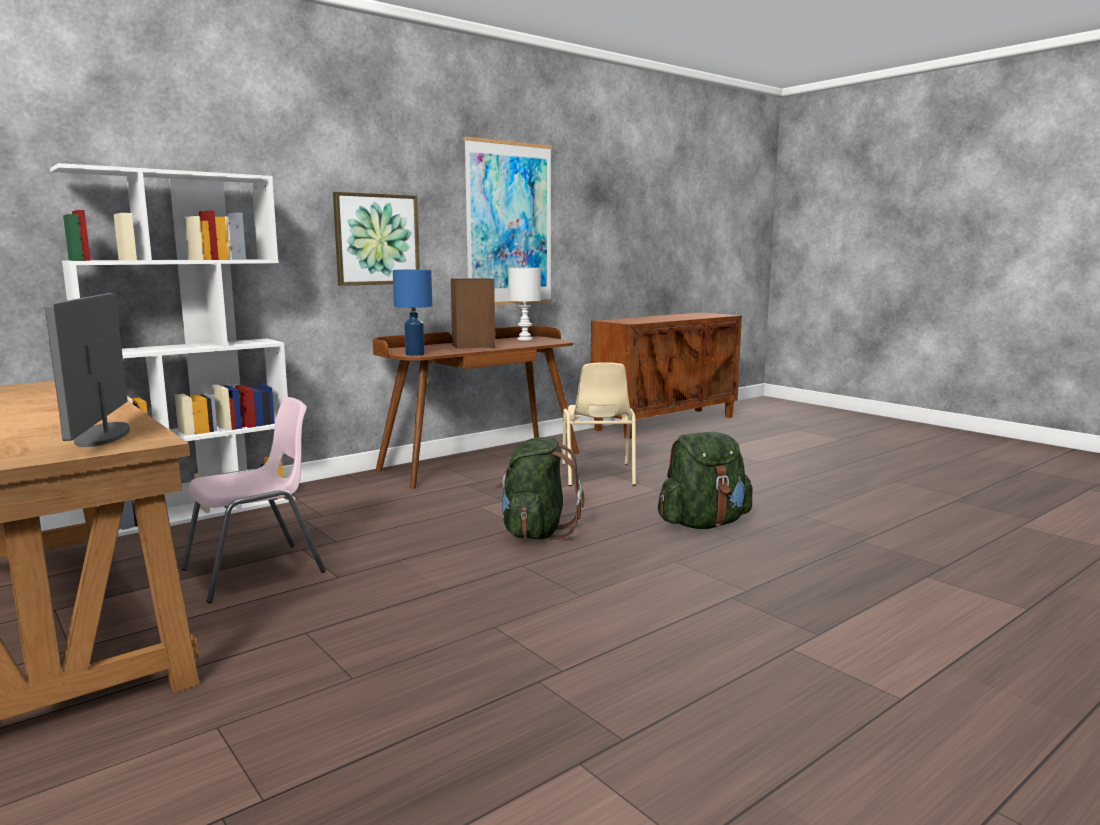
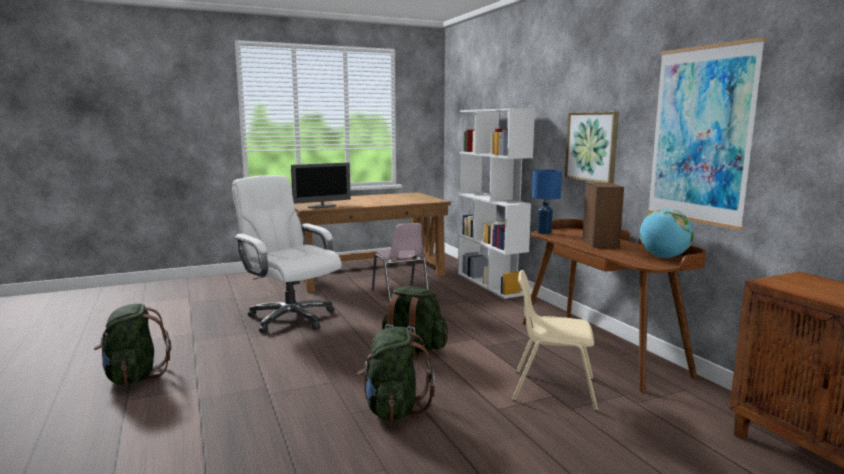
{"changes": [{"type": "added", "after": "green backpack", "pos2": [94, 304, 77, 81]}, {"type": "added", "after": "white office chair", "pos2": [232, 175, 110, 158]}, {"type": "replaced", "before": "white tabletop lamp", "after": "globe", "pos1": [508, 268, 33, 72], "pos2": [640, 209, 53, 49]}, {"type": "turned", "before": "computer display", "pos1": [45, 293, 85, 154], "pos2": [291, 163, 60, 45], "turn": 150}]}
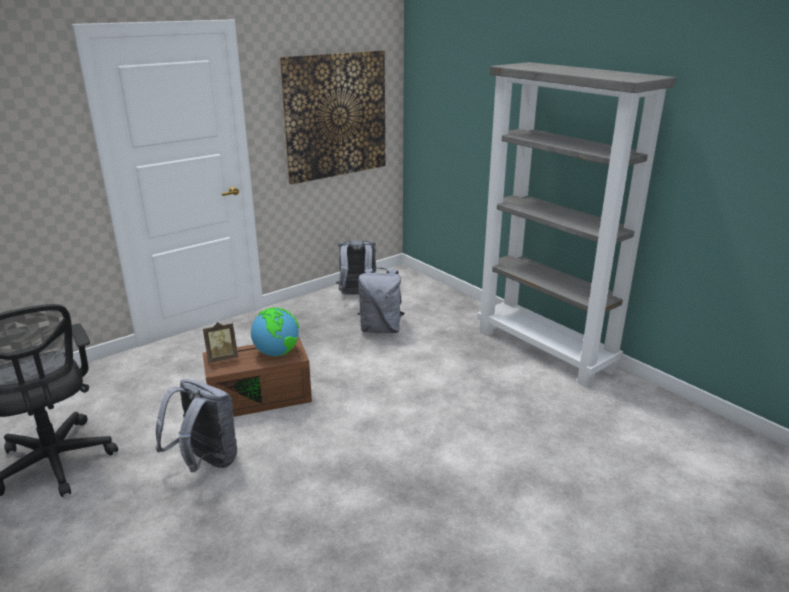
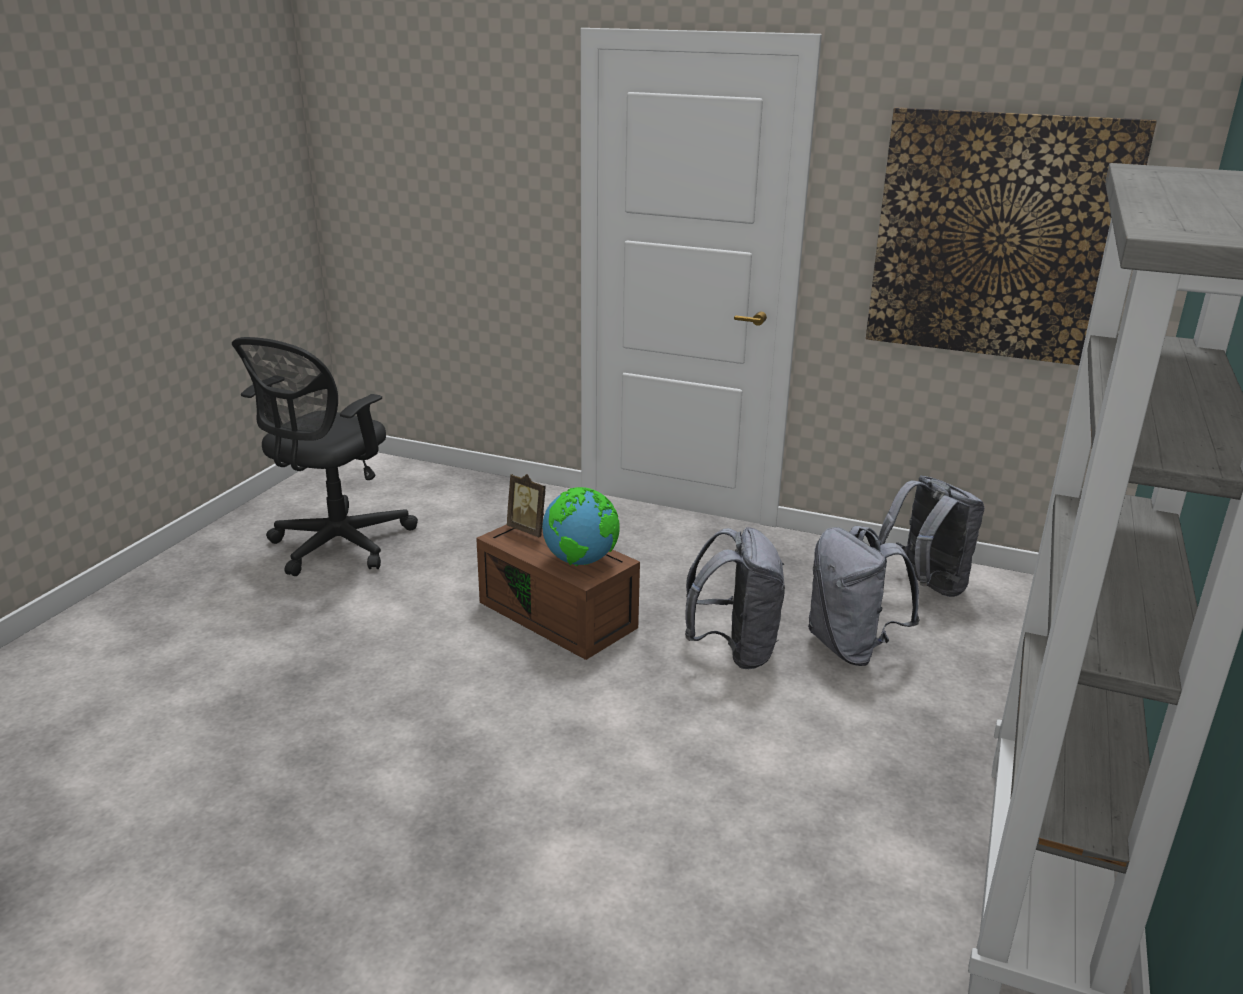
{"changes": [{"type": "moved", "before": "greyish backpack", "pos1": [156, 379, 81, 94], "pos2": [685, 527, 100, 142]}]}
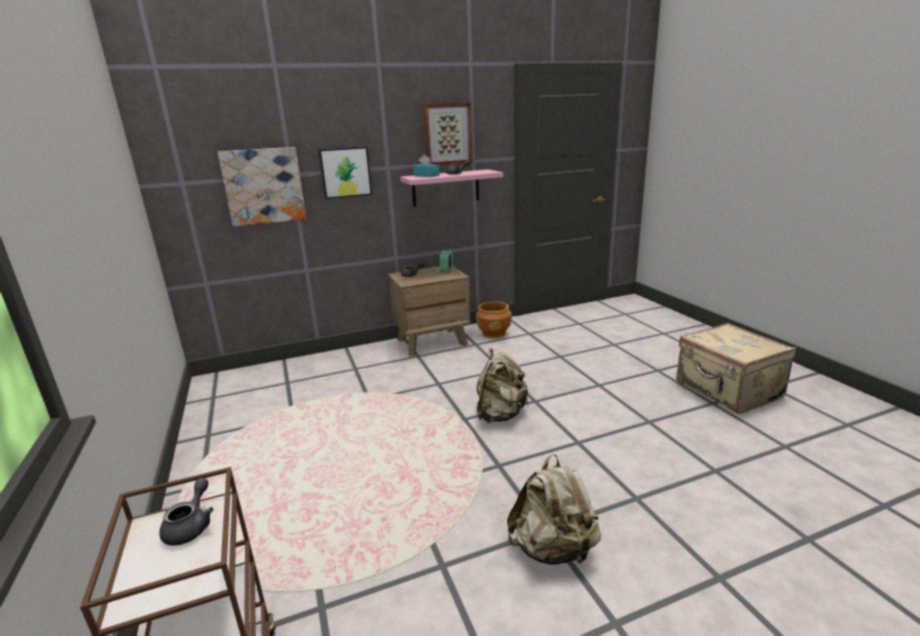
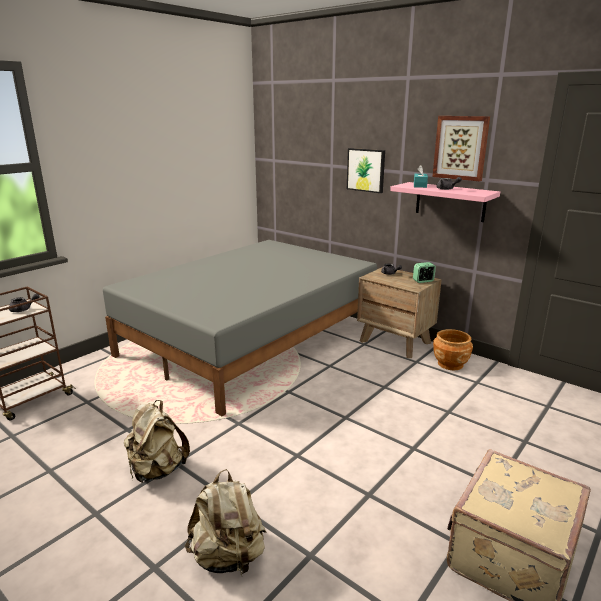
{"changes": [{"type": "removed", "before": "wall picture", "pos1": [218, 147, 88, 80]}, {"type": "added", "after": "greyish bedroom bed", "pos2": [103, 240, 274, 176]}, {"type": "moved", "before": "beige-coloured backpack", "pos1": [477, 348, 52, 75], "pos2": [185, 469, 82, 106]}]}
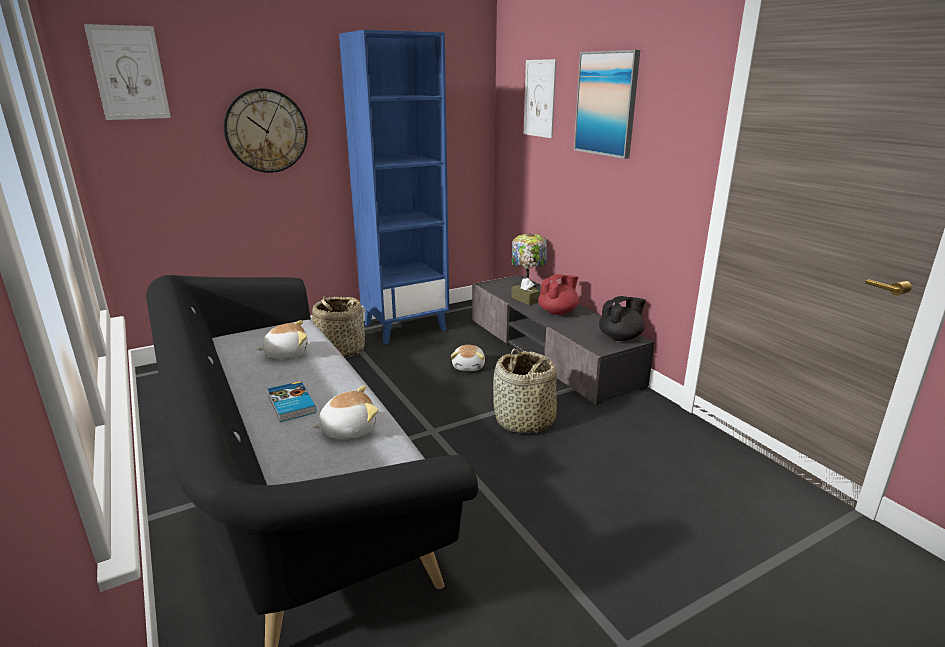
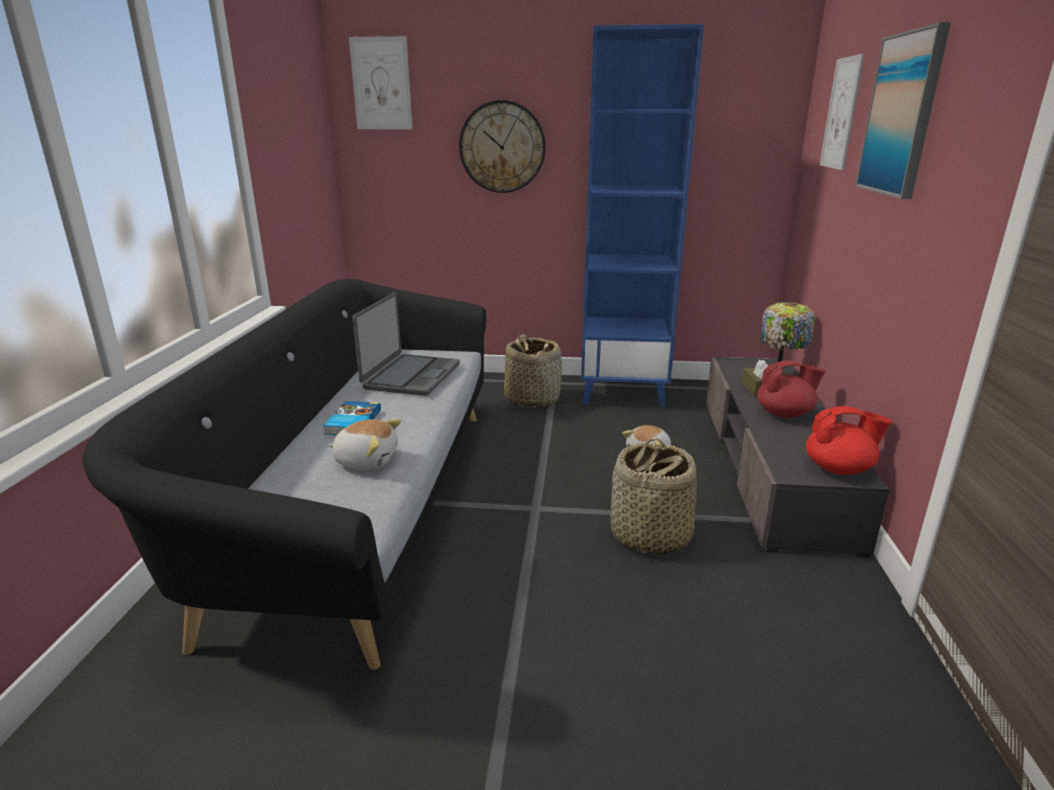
{"changes": [{"type": "replaced", "before": "soft toy", "after": "laptop", "pos1": [256, 320, 52, 38], "pos2": [353, 292, 107, 104]}, {"type": "recoloured", "before": "black-coloured teapot", "after": "red-coloured teapot", "pos1": [599, 296, 47, 45], "pos2": [806, 406, 86, 69]}]}
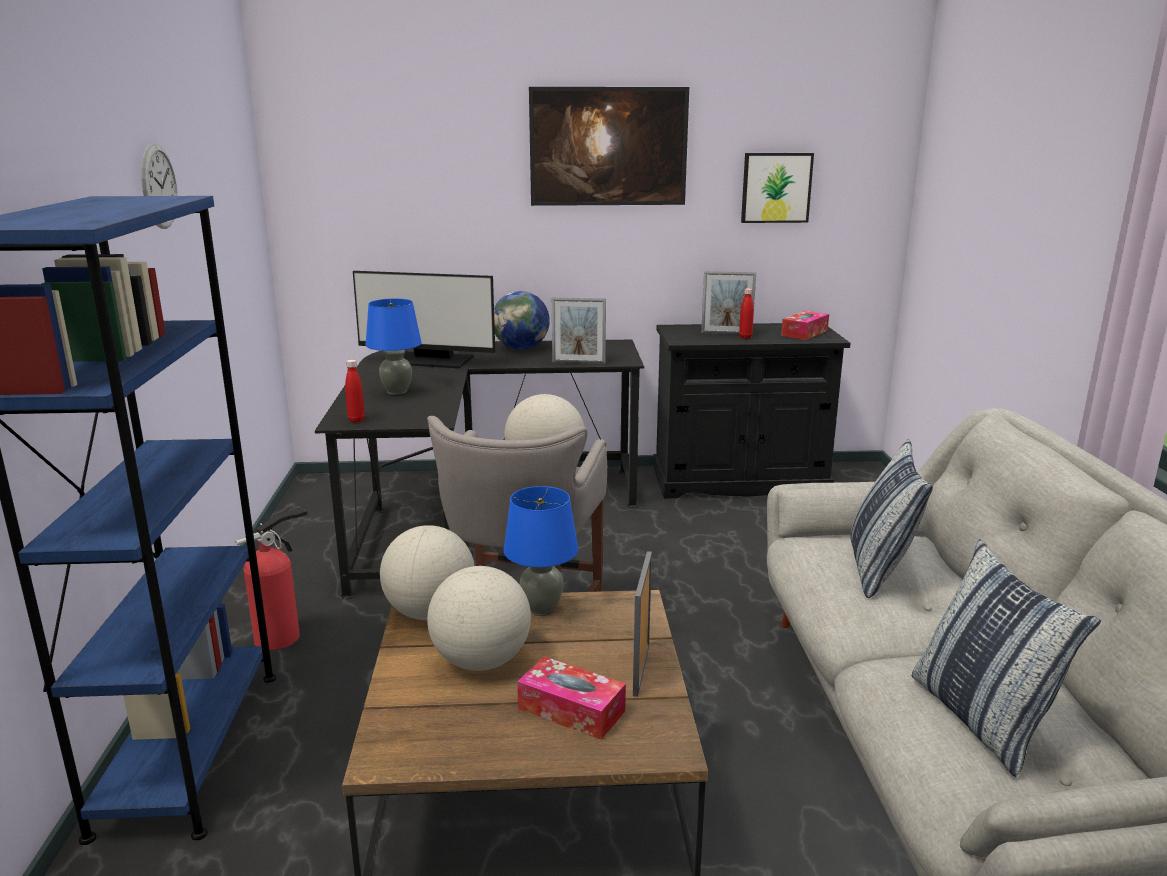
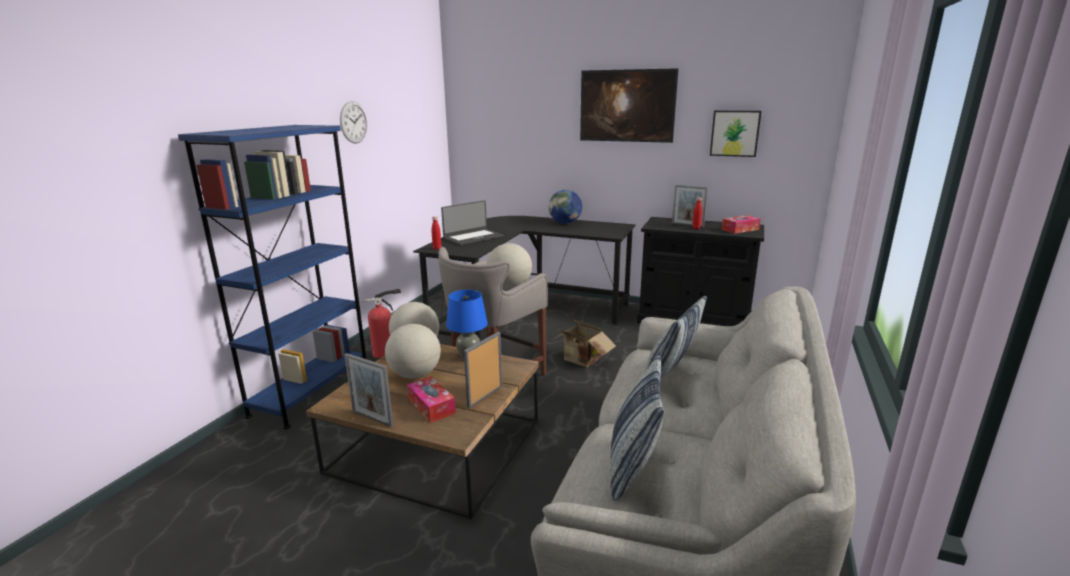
{"changes": [{"type": "removed", "before": "computer display", "pos1": [353, 271, 142, 97]}, {"type": "added", "after": "cardboard box", "pos2": [552, 320, 64, 47]}, {"type": "moved", "before": "standing frame", "pos1": [552, 298, 54, 66], "pos2": [344, 353, 50, 74]}, {"type": "replaced", "before": "blue-coloured tabletop lamp", "after": "laptop", "pos1": [366, 298, 56, 97], "pos2": [441, 200, 63, 46]}]}
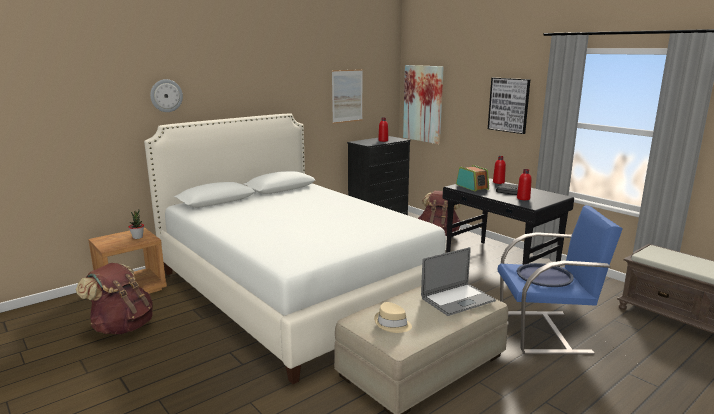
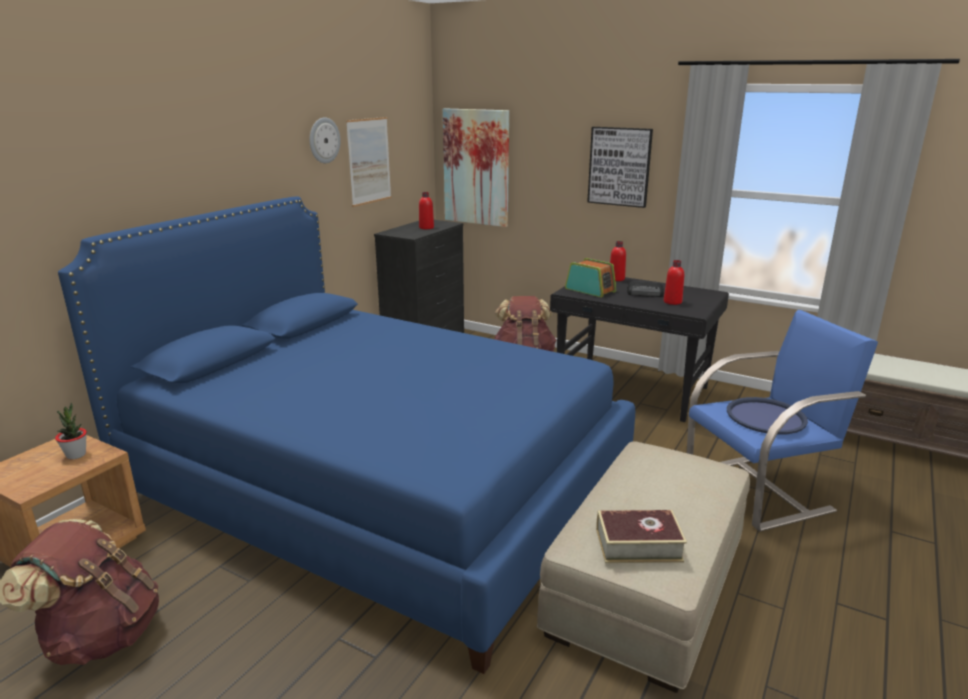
{"changes": [{"type": "removed", "before": "laptop", "pos1": [421, 247, 75, 69]}, {"type": "moved", "before": "clock on the wall", "pos1": [150, 79, 33, 33], "pos2": [310, 117, 31, 46]}, {"type": "replaced", "before": "beige-coloured clothing hat", "after": "book", "pos1": [374, 302, 38, 31], "pos2": [596, 510, 91, 53]}, {"type": "recoloured", "before": "white bedroom bed", "after": "blue-coloured bedroom bed", "pos1": [144, 114, 302, 270], "pos2": [58, 196, 577, 478]}]}
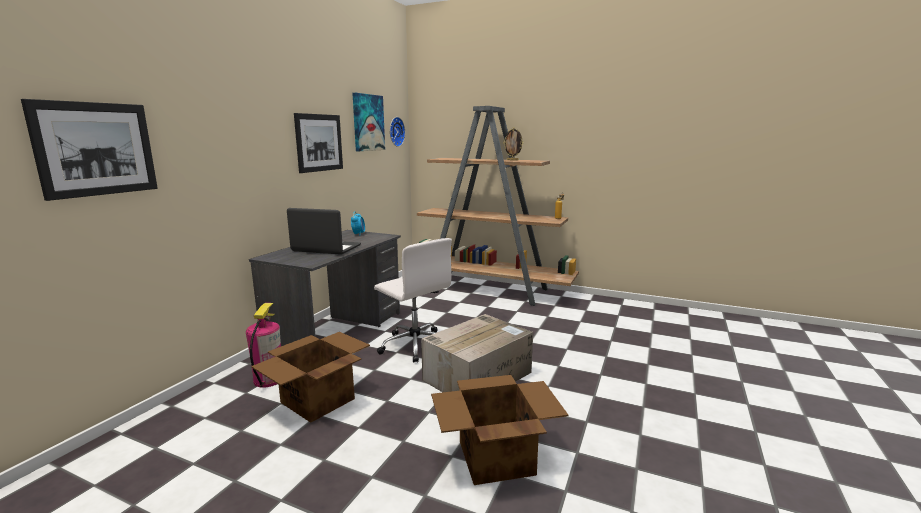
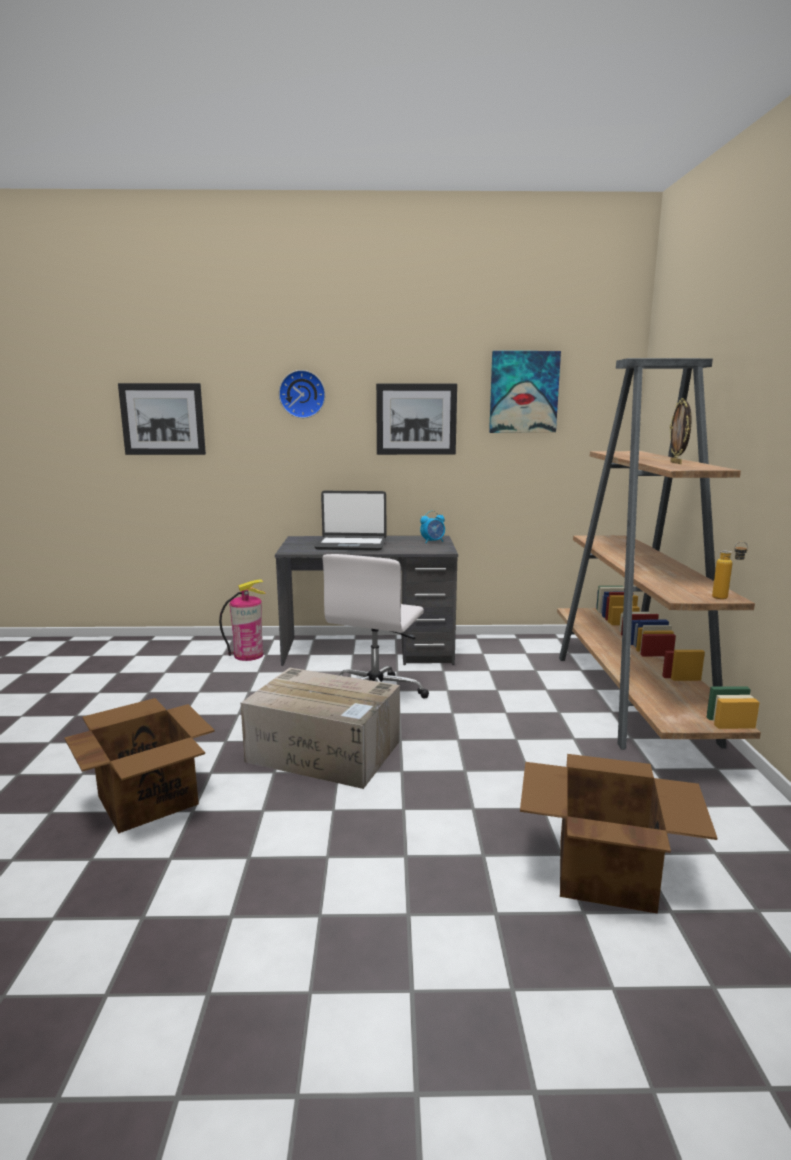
{"changes": [{"type": "moved", "before": "cardboard box", "pos1": [251, 332, 119, 91], "pos2": [520, 754, 197, 160]}, {"type": "moved", "before": "clock on the wall", "pos1": [390, 117, 15, 30], "pos2": [279, 370, 47, 48]}, {"type": "turned", "before": "laptop", "pos1": [287, 208, 74, 47], "pos2": [314, 491, 72, 60], "turn": 105}]}
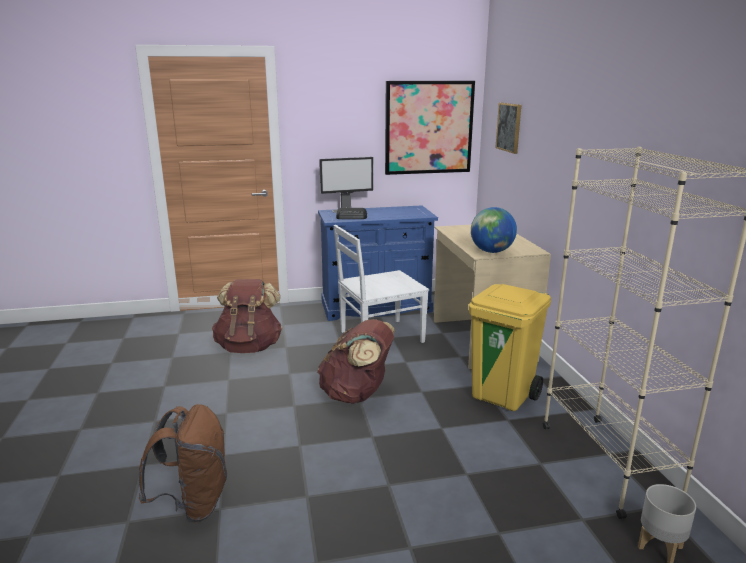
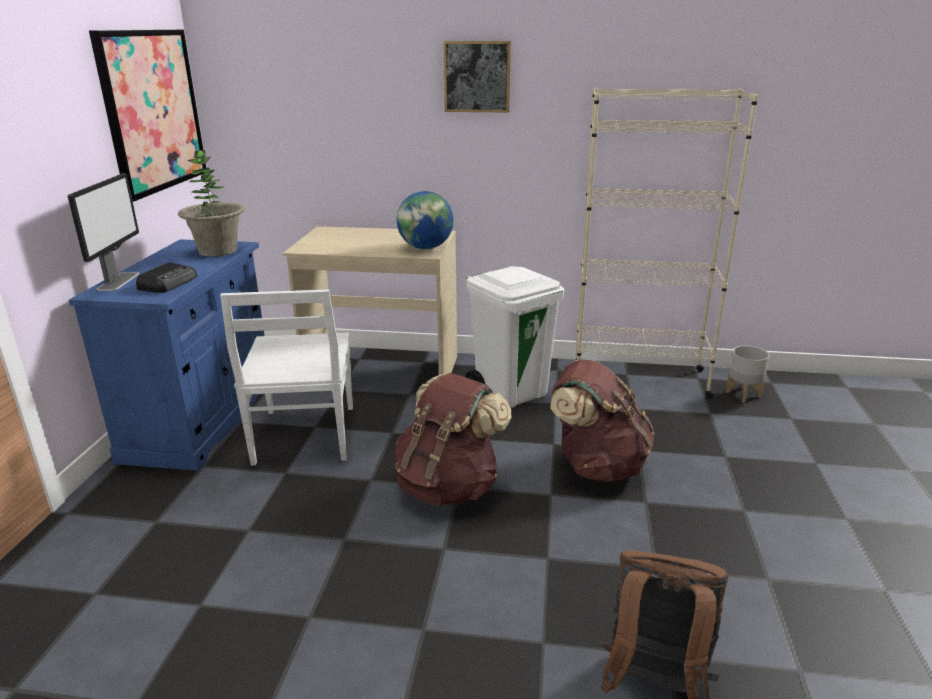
{"changes": [{"type": "added", "after": "potted plant", "pos2": [178, 150, 67, 107]}, {"type": "moved", "before": "brownish backpack", "pos1": [212, 279, 70, 74], "pos2": [550, 359, 105, 123]}, {"type": "moved", "before": "wall picture", "pos1": [495, 103, 26, 51], "pos2": [443, 41, 68, 71]}, {"type": "recoloured", "before": "yellowish waste bin", "after": "white waste bin", "pos1": [469, 284, 82, 127], "pos2": [465, 266, 99, 142]}]}
